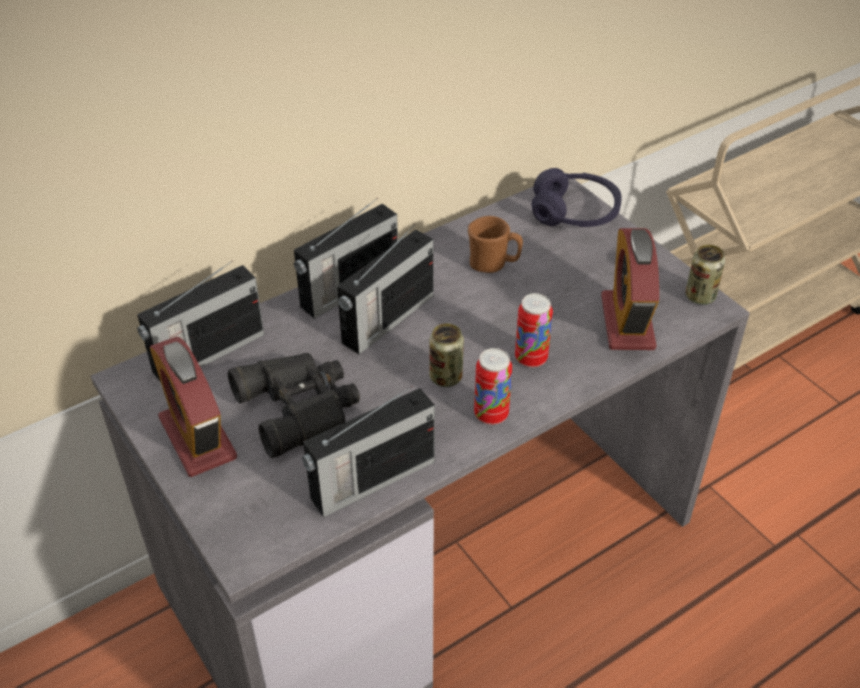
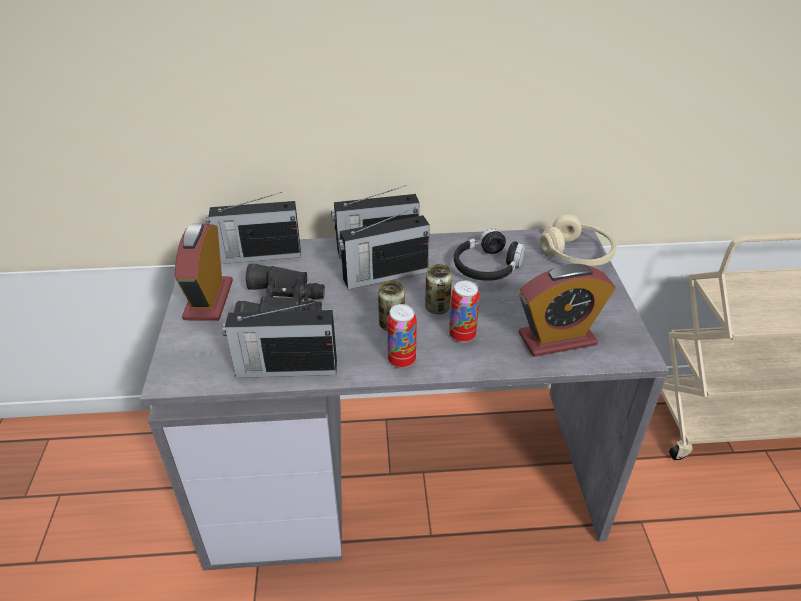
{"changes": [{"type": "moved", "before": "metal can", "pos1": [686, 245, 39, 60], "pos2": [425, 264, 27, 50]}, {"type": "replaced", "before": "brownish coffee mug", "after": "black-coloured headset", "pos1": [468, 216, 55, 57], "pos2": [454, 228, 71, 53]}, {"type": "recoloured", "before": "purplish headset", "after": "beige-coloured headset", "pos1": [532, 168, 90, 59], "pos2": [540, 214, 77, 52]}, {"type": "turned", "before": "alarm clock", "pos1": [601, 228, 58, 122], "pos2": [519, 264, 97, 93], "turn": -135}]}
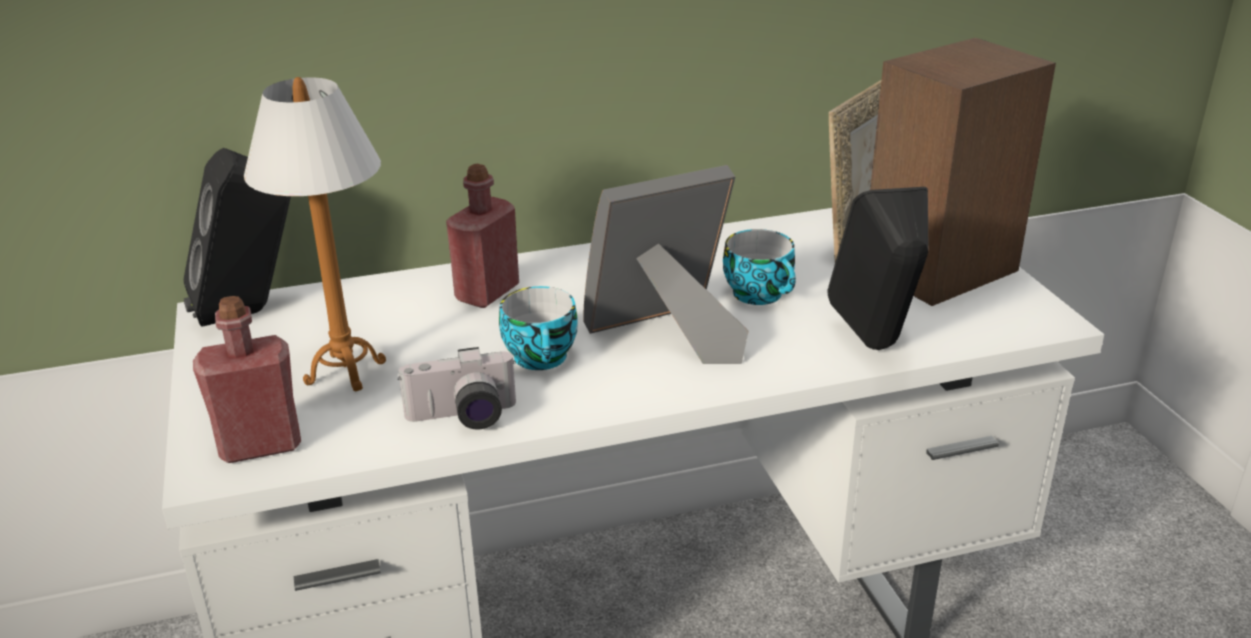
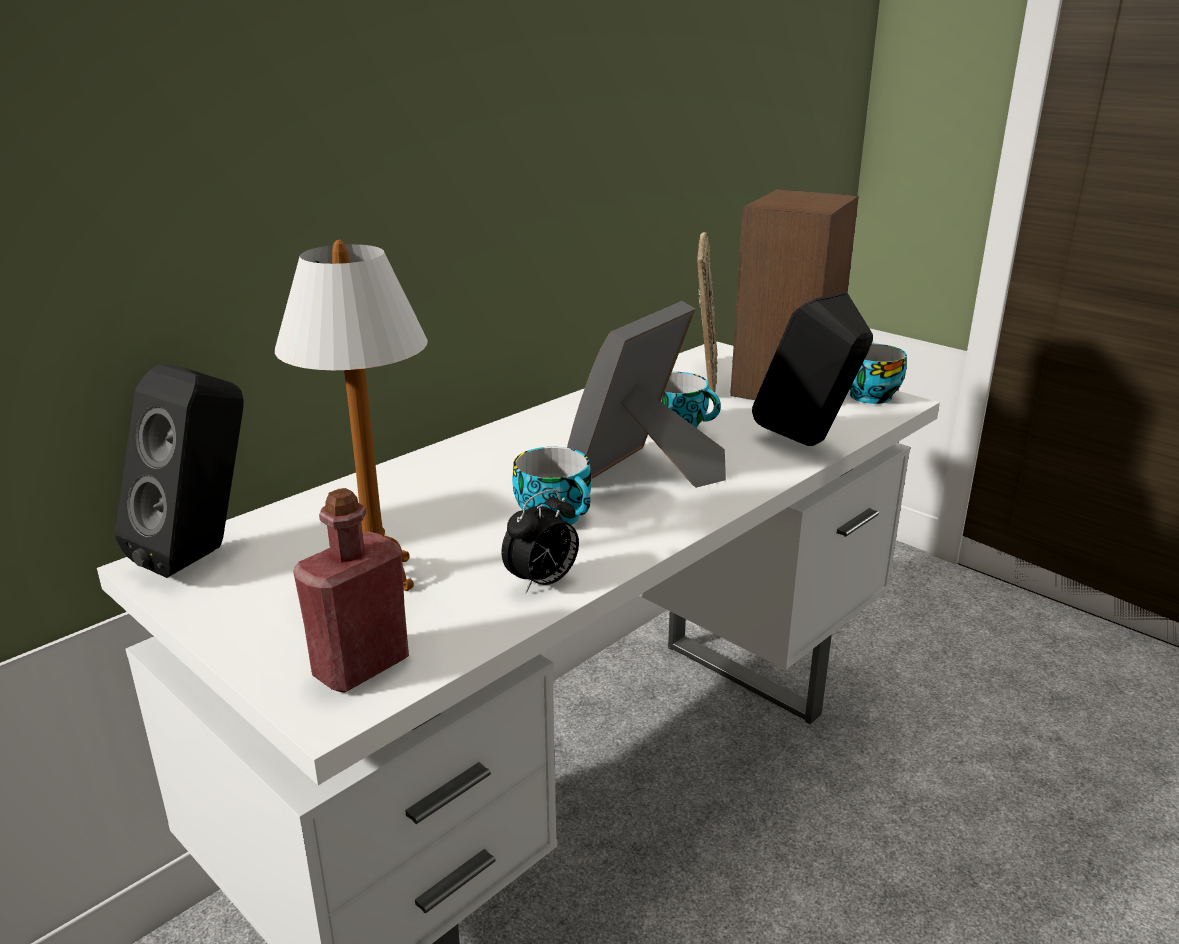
{"changes": [{"type": "removed", "before": "red-coloured beverage bottle", "pos1": [446, 164, 73, 144]}, {"type": "added", "after": "cup", "pos2": [850, 343, 57, 61]}, {"type": "replaced", "before": "photo camera", "after": "alarm clock", "pos1": [398, 347, 118, 83], "pos2": [502, 489, 77, 105]}]}
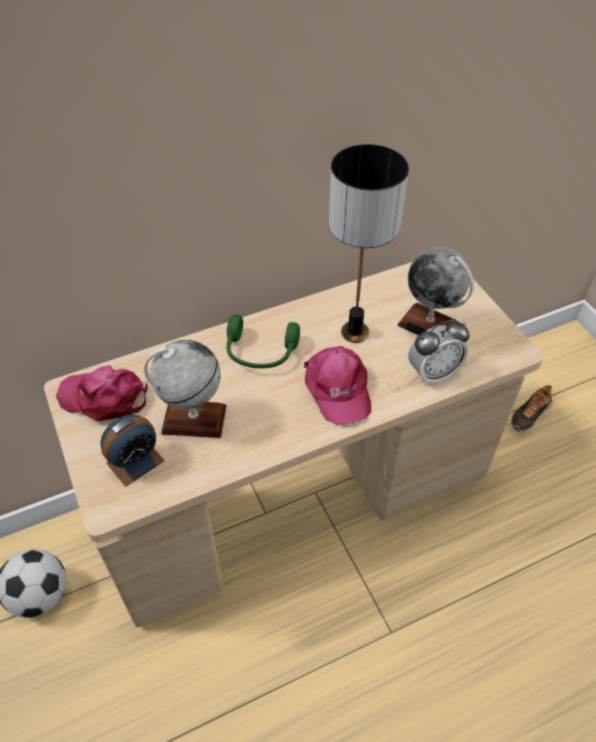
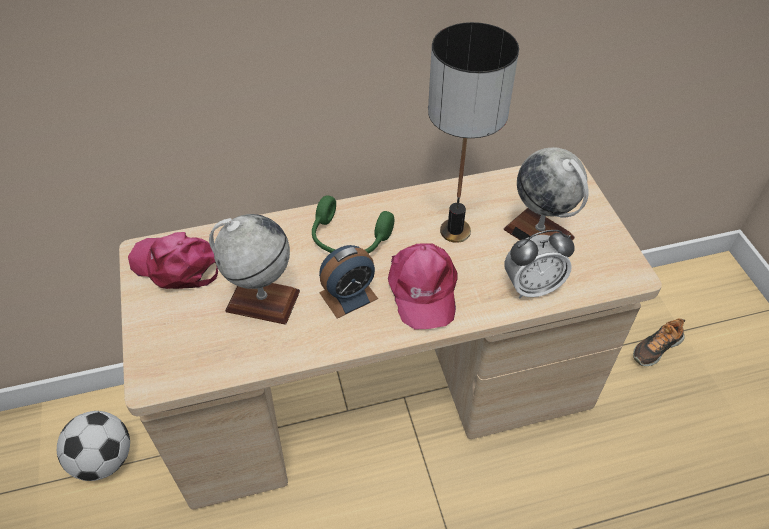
{"changes": [{"type": "moved", "before": "alarm clock", "pos1": [100, 414, 65, 73], "pos2": [319, 245, 59, 74]}]}
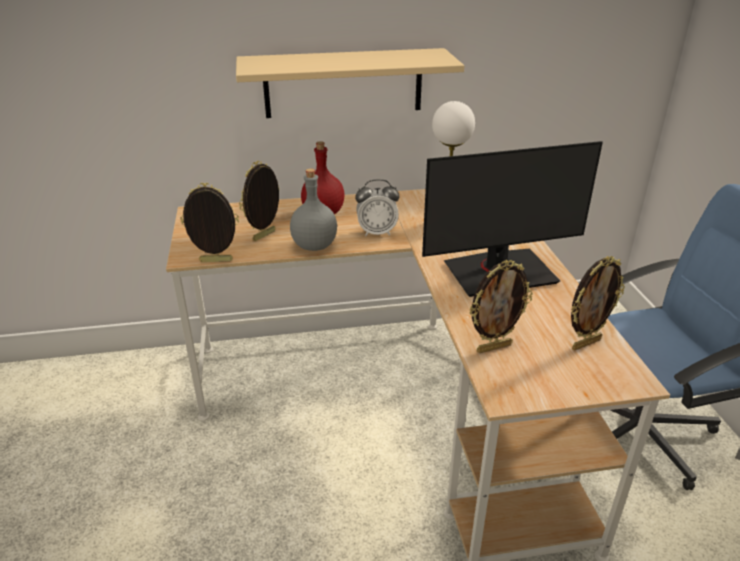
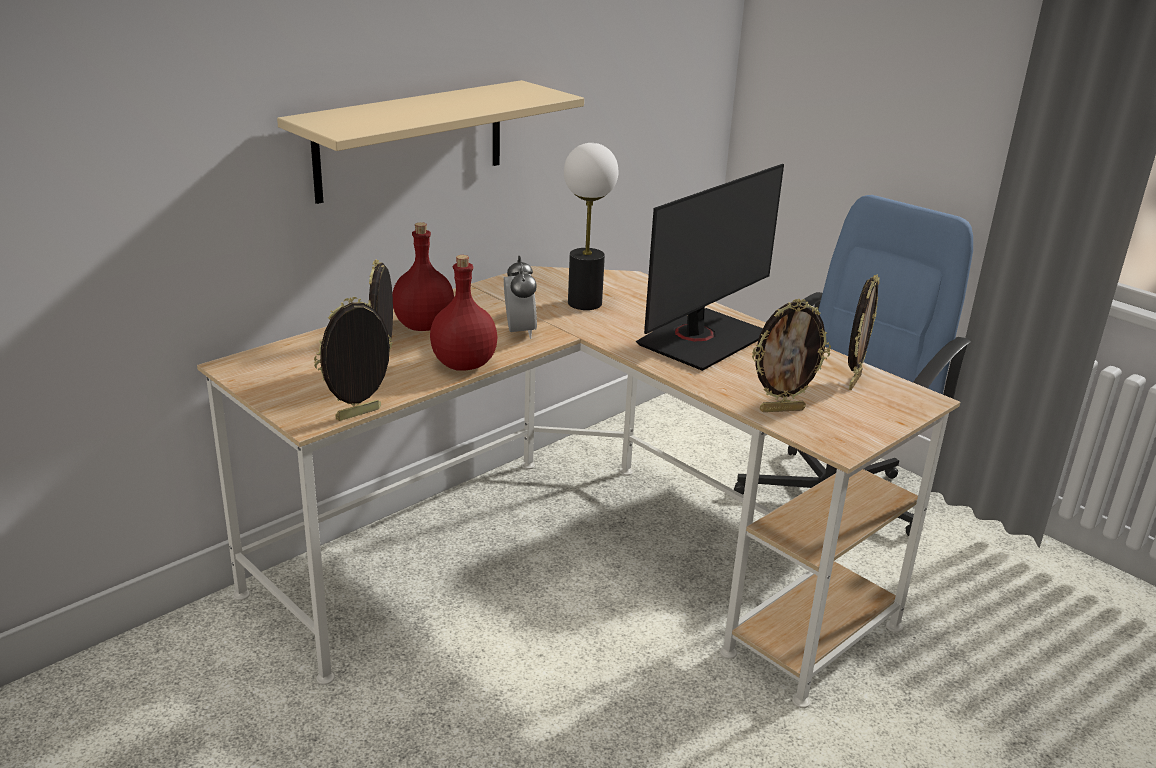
{"changes": [{"type": "recoloured", "before": "greyish beverage bottle", "after": "red-coloured beverage bottle", "pos1": [290, 169, 47, 82], "pos2": [430, 255, 68, 116]}, {"type": "turned", "before": "alarm clock", "pos1": [355, 179, 45, 57], "pos2": [504, 256, 33, 83], "turn": -60}, {"type": "turned", "before": "standing frame", "pos1": [469, 260, 64, 93], "pos2": [752, 299, 79, 113], "turn": 45}]}
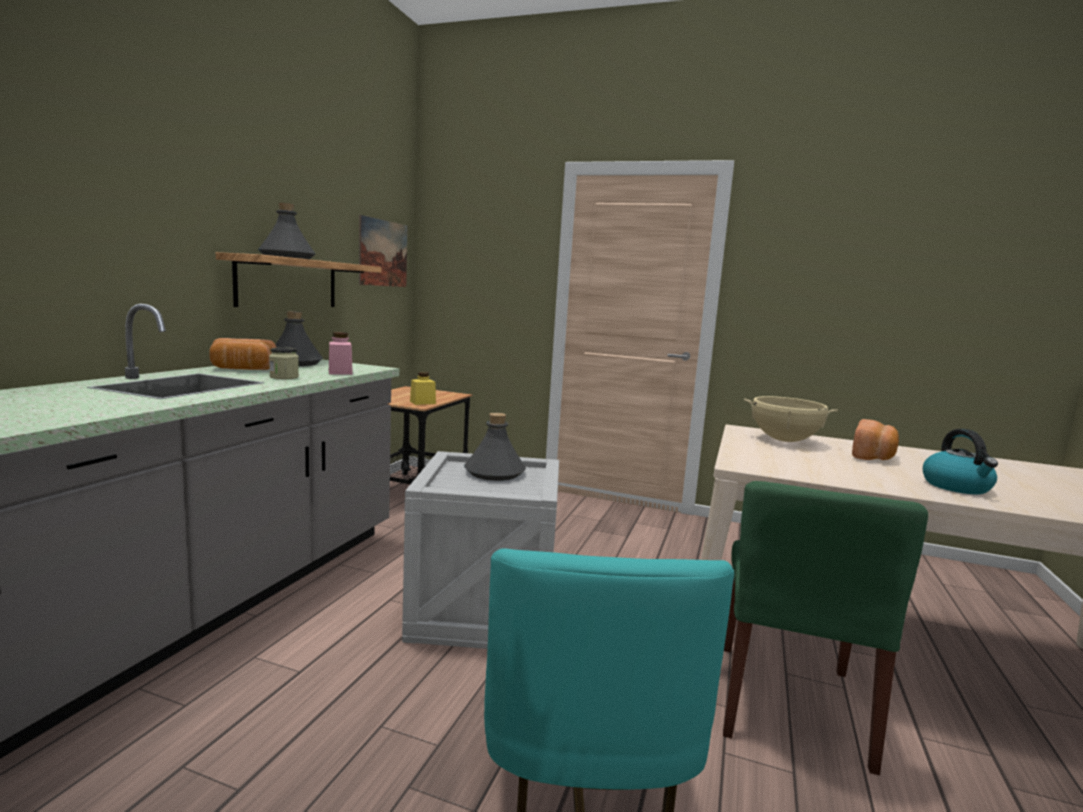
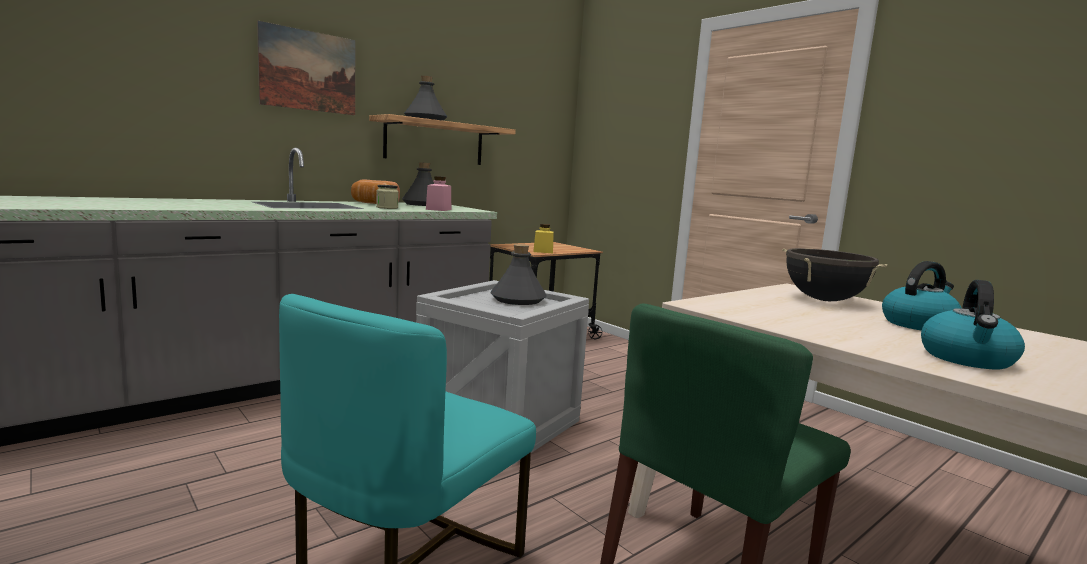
{"changes": [{"type": "moved", "before": "wall picture", "pos1": [359, 215, 48, 72], "pos2": [257, 21, 99, 94]}, {"type": "replaced", "before": "baked bread", "after": "kettle", "pos1": [852, 419, 47, 41], "pos2": [882, 261, 80, 69]}, {"type": "recoloured", "before": "beige-coloured stockpot", "after": "black-coloured stockpot", "pos1": [744, 396, 94, 46], "pos2": [782, 248, 105, 53]}]}
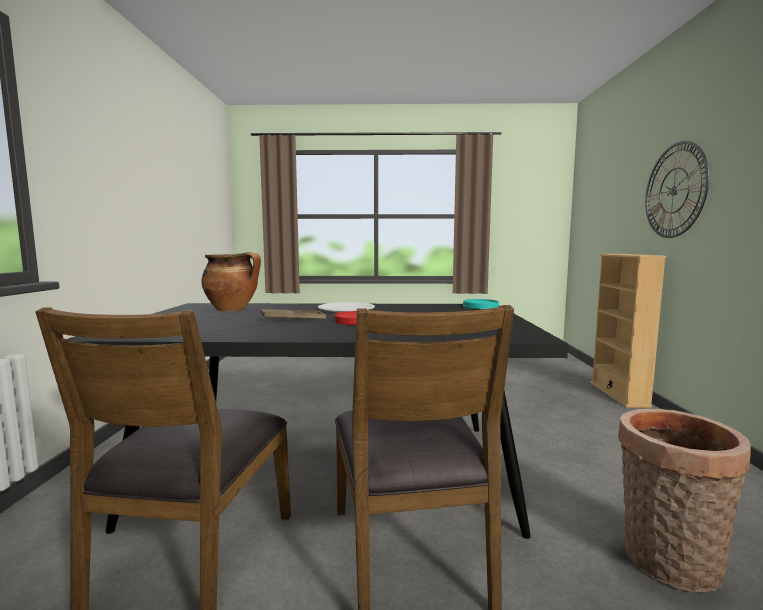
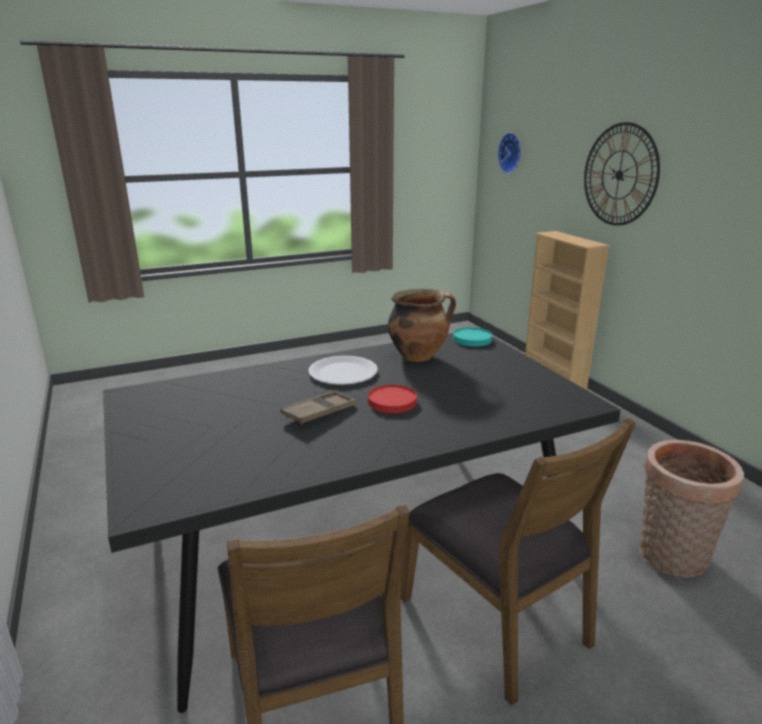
{"changes": [{"type": "added", "after": "clock on the wall", "pos2": [498, 133, 23, 41]}, {"type": "moved", "before": "stockpot", "pos1": [201, 252, 60, 59], "pos2": [388, 289, 68, 73]}]}
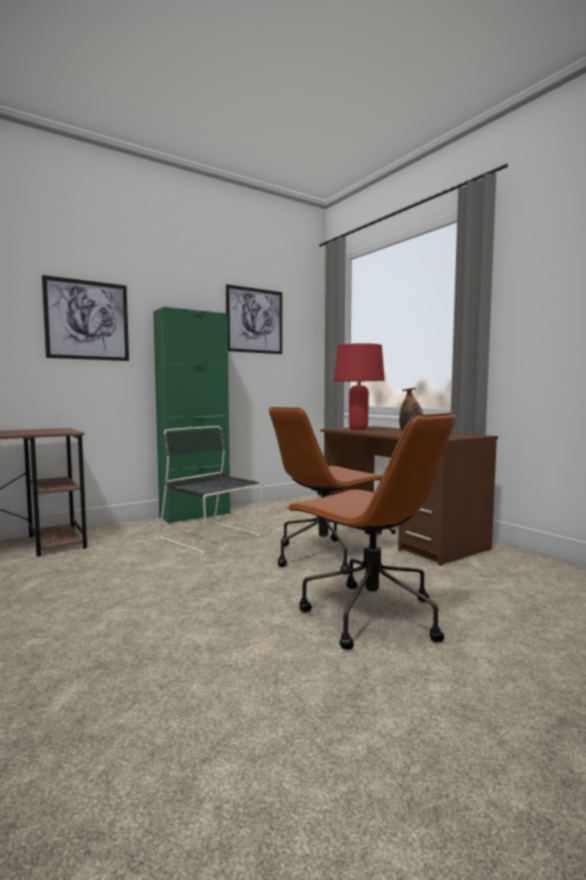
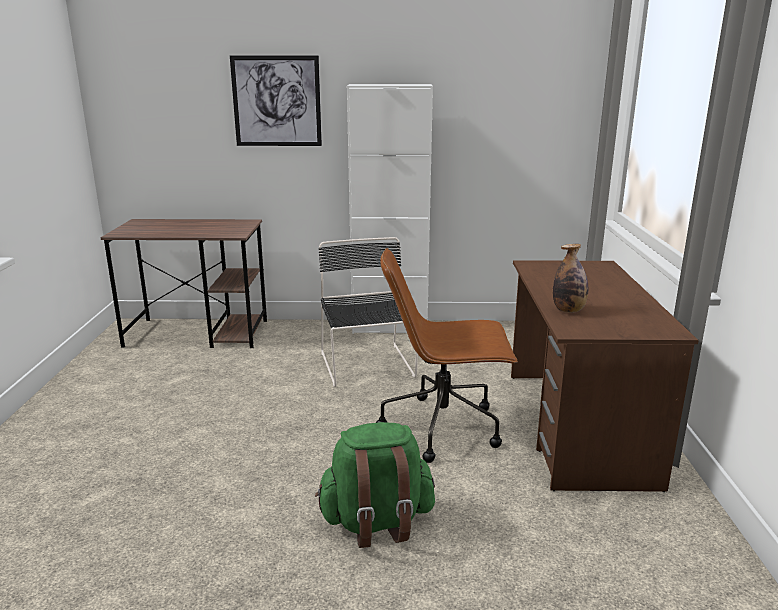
{"changes": [{"type": "removed", "before": "wall picture", "pos1": [226, 284, 56, 70]}, {"type": "removed", "before": "red-coloured tabletop lamp", "pos1": [334, 343, 51, 87]}, {"type": "replaced", "before": "brownish office chair", "after": "green backpack", "pos1": [286, 412, 170, 238], "pos2": [315, 422, 120, 126]}, {"type": "recoloured", "before": "green cupboard", "after": "white cupboard", "pos1": [153, 307, 77, 217], "pos2": [347, 84, 86, 250]}]}
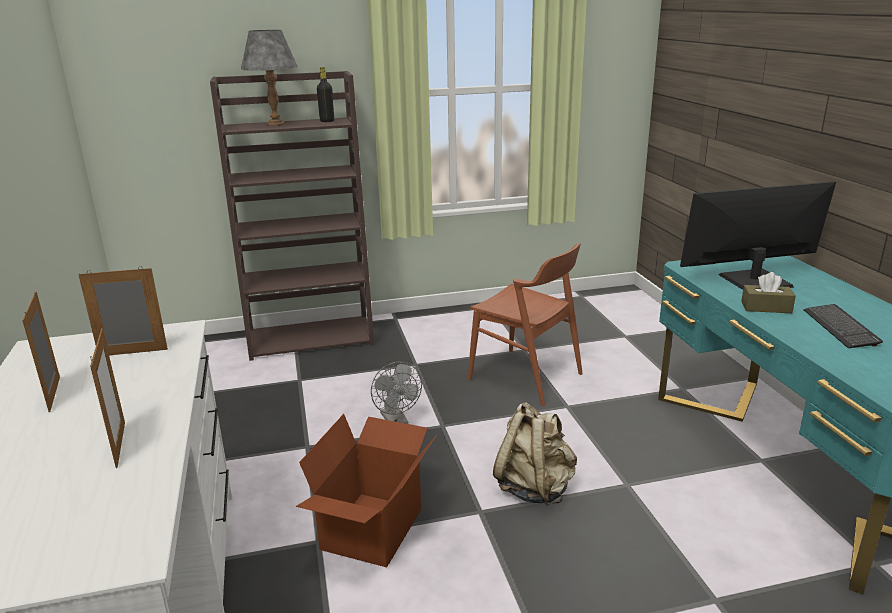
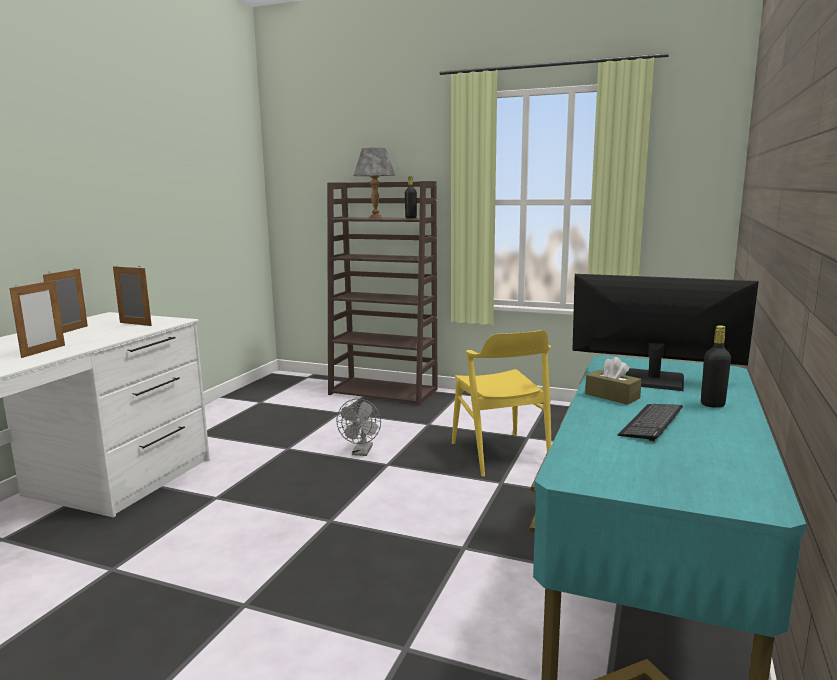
{"changes": [{"type": "removed", "before": "cardboard box", "pos1": [296, 414, 141, 153]}, {"type": "removed", "before": "beige-coloured backpack", "pos1": [493, 403, 84, 102]}, {"type": "added", "after": "black-coloured beverage bottle", "pos2": [701, 325, 30, 83]}, {"type": "recoloured", "before": "brownish plain chair", "after": "yellowish plain chair", "pos1": [468, 244, 115, 162], "pos2": [452, 330, 99, 147]}]}
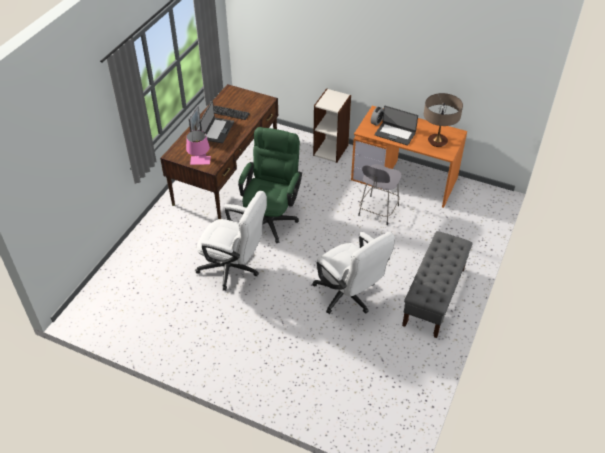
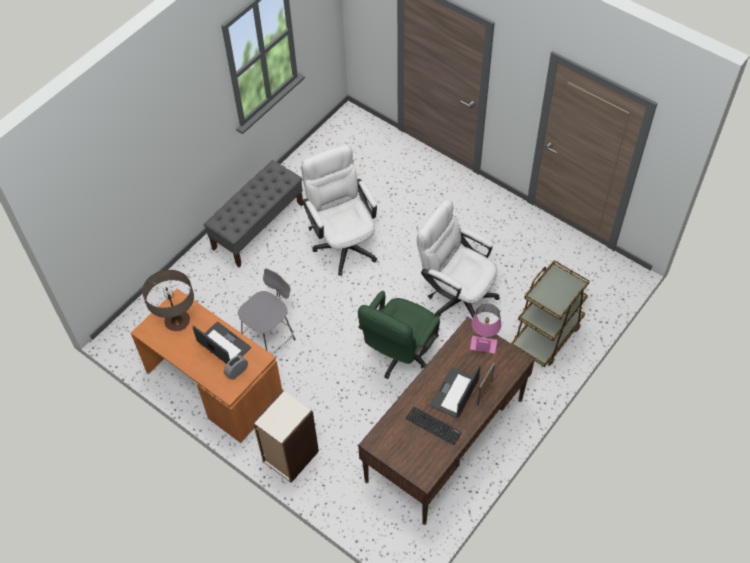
{"changes": [{"type": "added", "after": "brownish wheeled cart", "pos2": [511, 260, 79, 107]}]}
